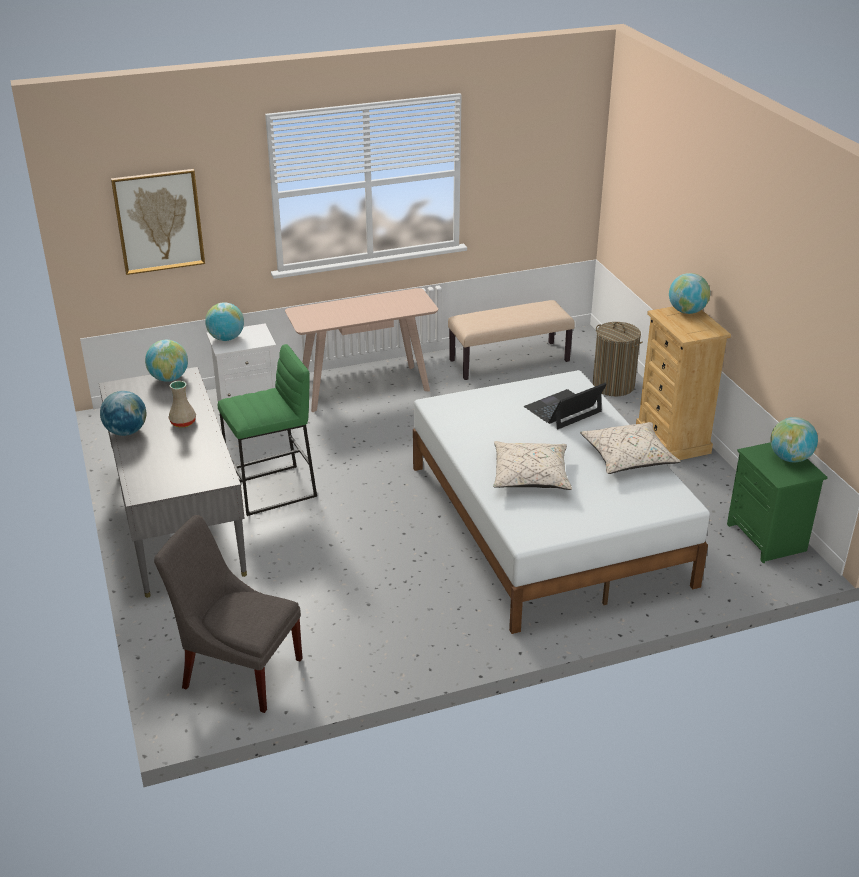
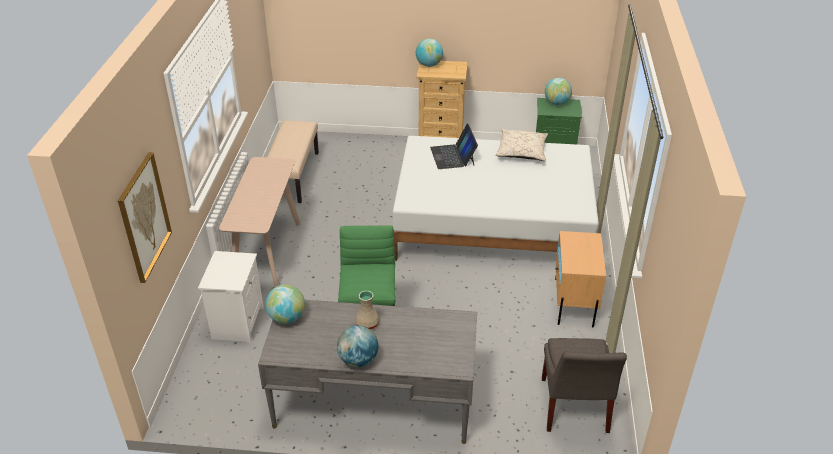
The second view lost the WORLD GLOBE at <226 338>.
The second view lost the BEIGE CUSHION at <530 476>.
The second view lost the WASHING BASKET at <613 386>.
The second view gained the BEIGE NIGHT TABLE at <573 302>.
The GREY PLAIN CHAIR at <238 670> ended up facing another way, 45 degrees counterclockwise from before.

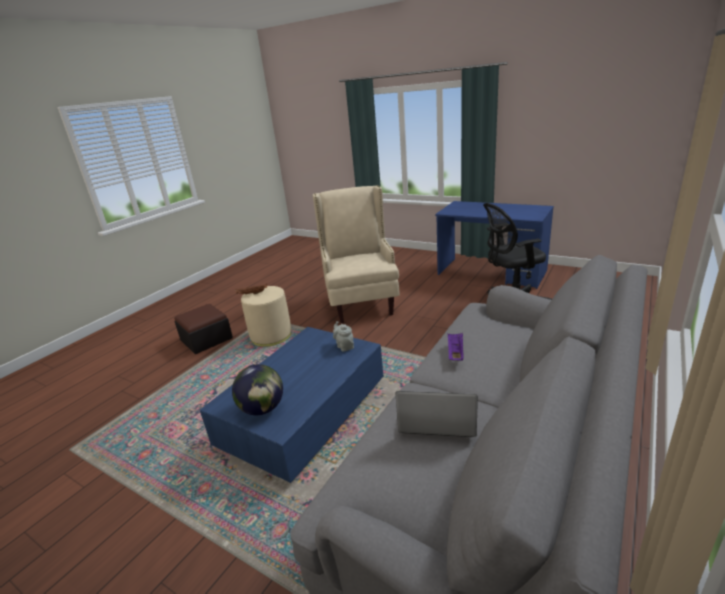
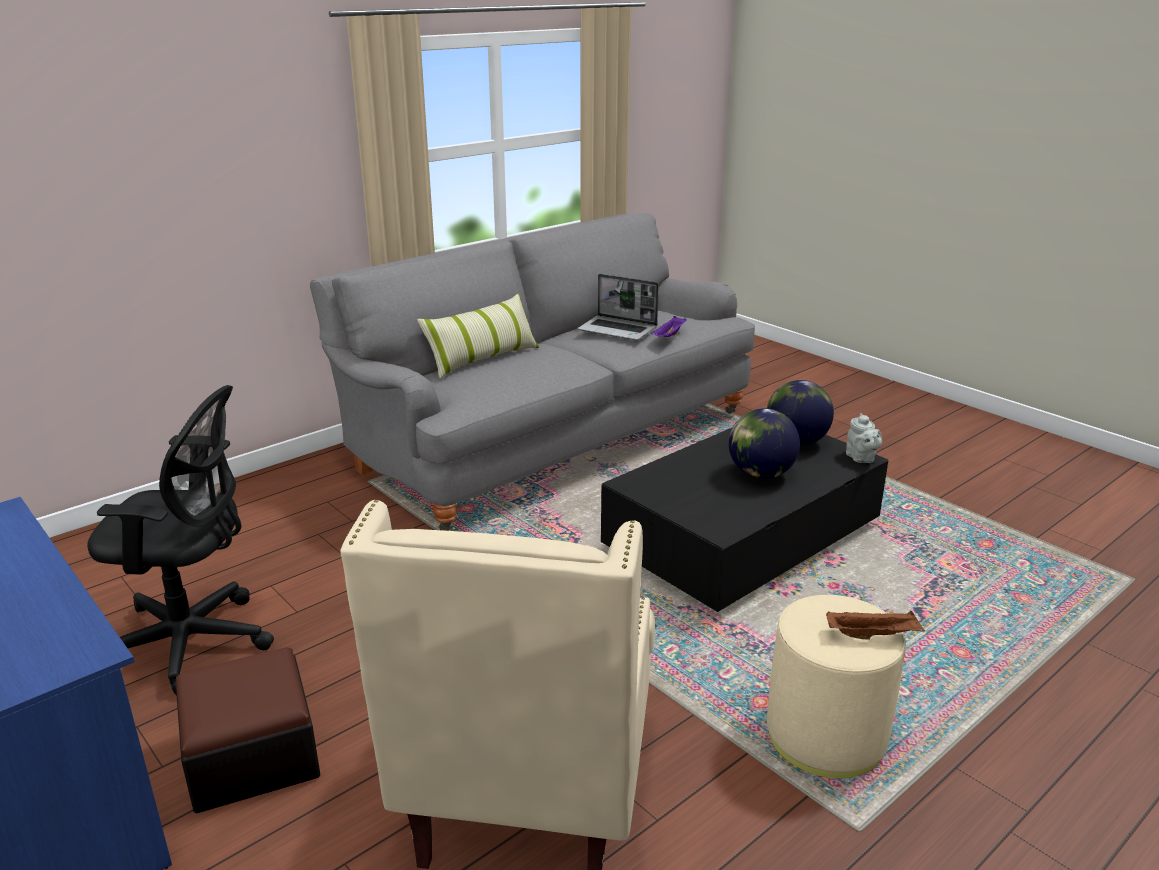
The second view gained the CUSHION at <482 359>.
The second view gained the WORLD GLOBE at <760 474>.
The FOOTREST ended up elsewhere, having gone from <206 339> to <252 755>.
The GREY TEA POT ended up elsewhere, having gone from <344 346> to <861 458>.
The PURPLE-COLOURED TRAY ended up elsewhere, having gone from <455 353> to <669 336>.
What was the BLUE-COLOURED LOW TABLE at <304 415> turned into the BLACK LOW TABLE at <743 539>.

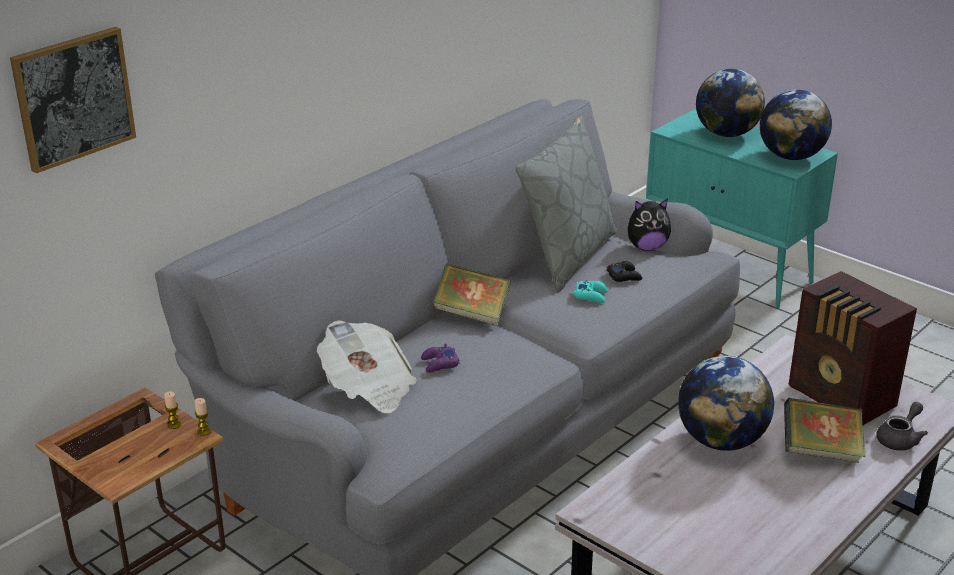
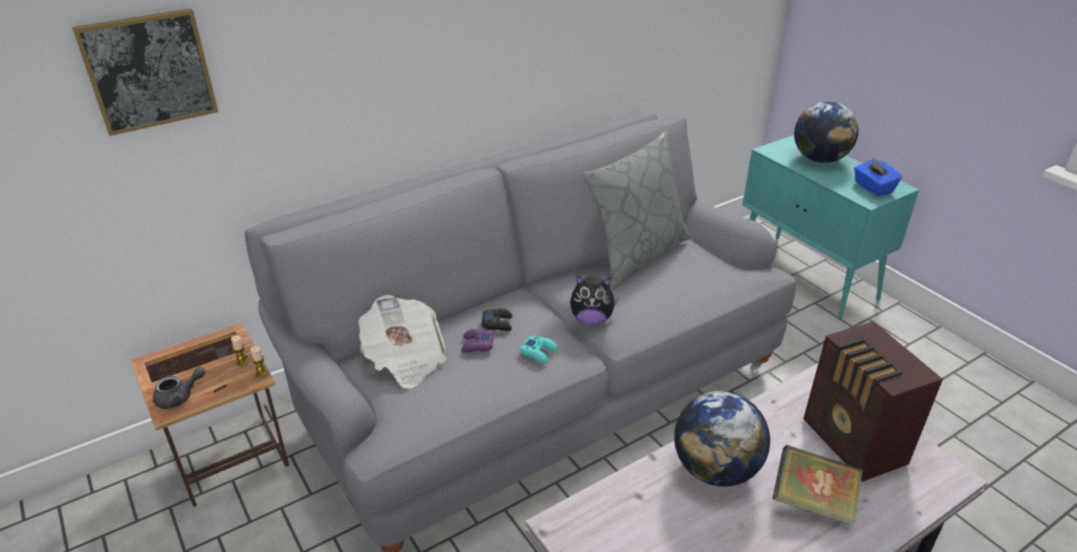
The second view lost the BOUND BOOK at <471 314>.
The TURQUOISE-COLOURED GAME CONTROLLER ended up elsewhere, having gone from <591 295> to <539 352>.
The BLACK GAME CONTROLLER ended up elsewhere, having gone from <624 276> to <497 323>.
The CUDDLY TOY ended up elsewhere, having gone from <647 247> to <591 319>.
The GREY TEA POT ended up elsewhere, having gone from <900 439> to <180 397>.
Where the WORLD GLOBE stood at <791 157>, the BLUE-COLOURED TISSUE HOLDER came to stand at <873 188>.

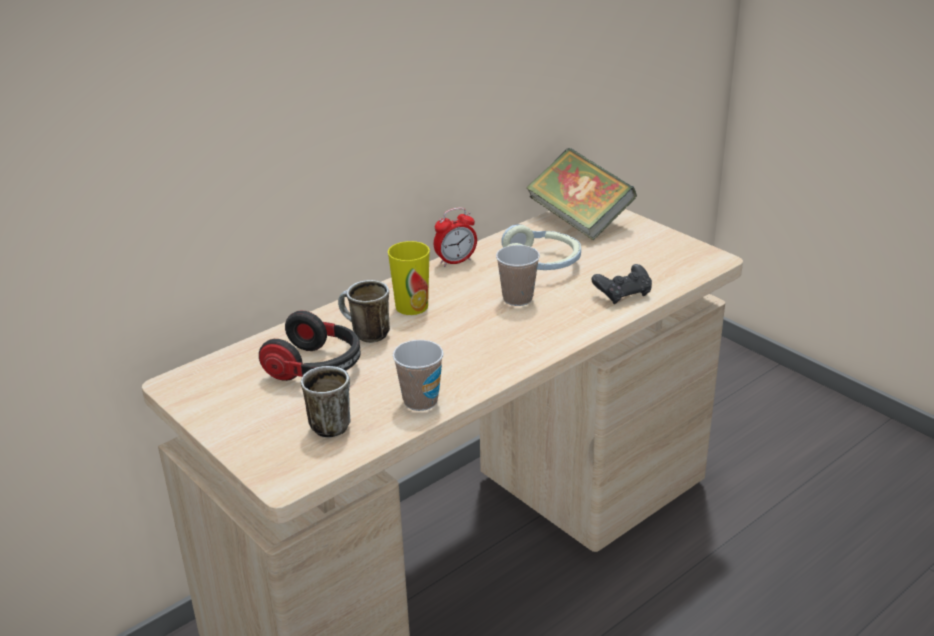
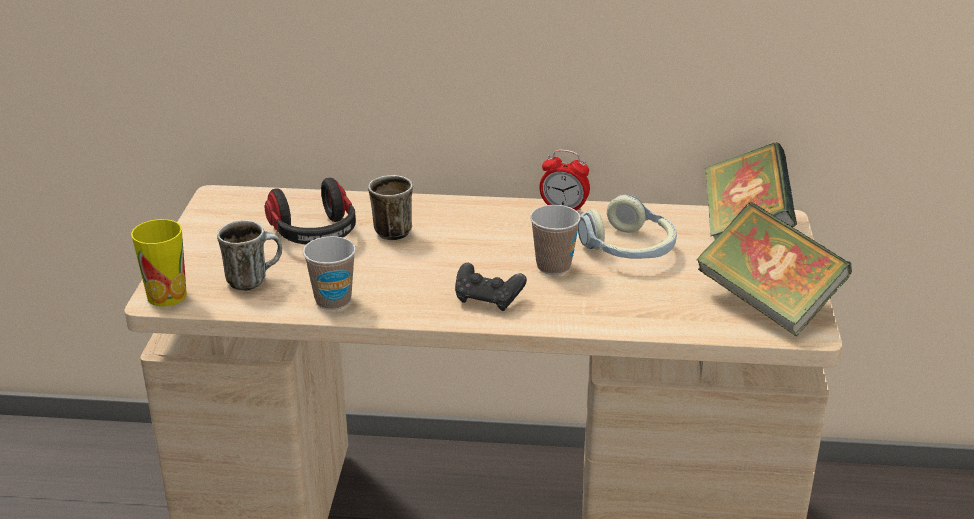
The second view gained the BOUND BOOK at <767 302>.
The SMALL CUP ended up elsewhere, having gone from <411 306> to <167 295>.
The BLACK GAME CONTROLLER ended up elsewhere, having gone from <623 294> to <488 299>.

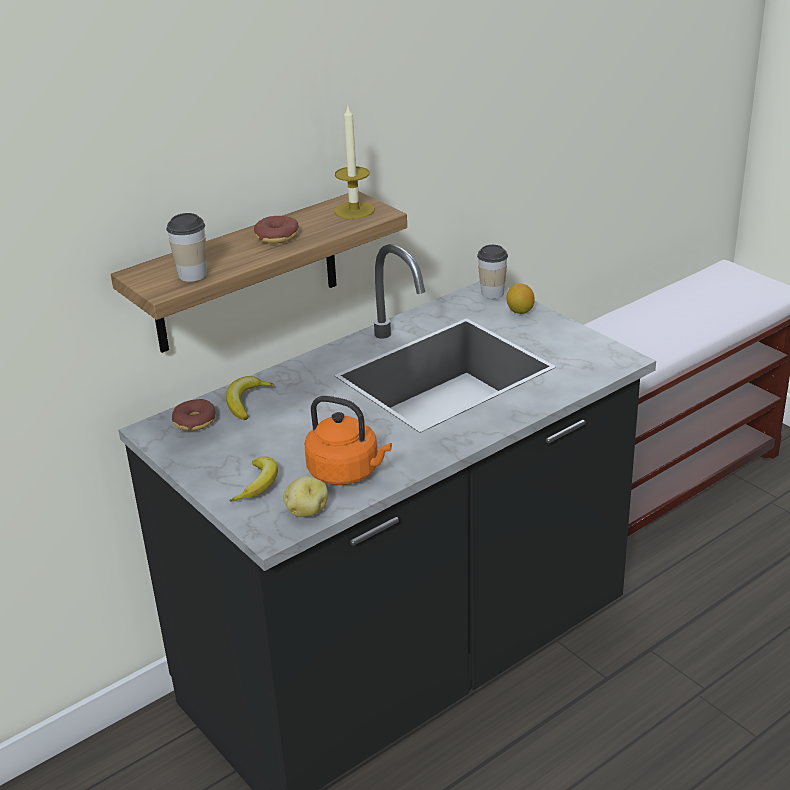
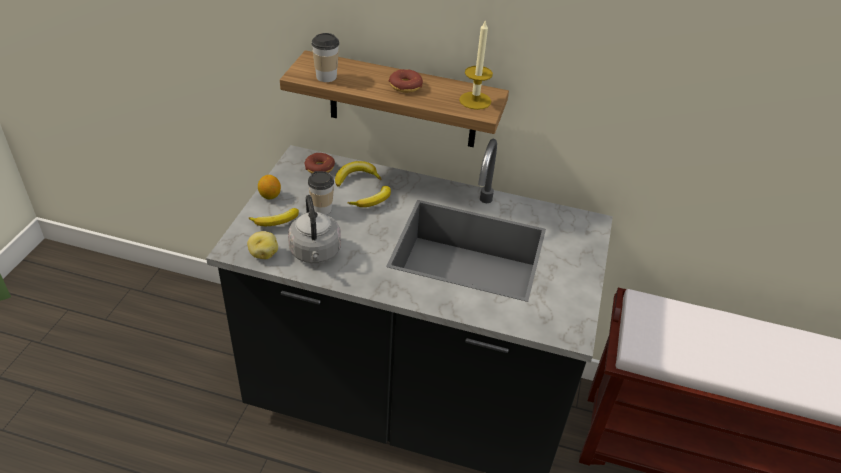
The second view gained the BANANA at <373 201>.
The SMALL CUP ended up elsewhere, having gone from <492 293> to <322 209>.
The LEMON ended up elsewhere, having gone from <520 311> to <270 196>.
What was the ORANGE-COLOURED KETTLE at <347 472> turned into the GREY KETTLE at <315 253>.

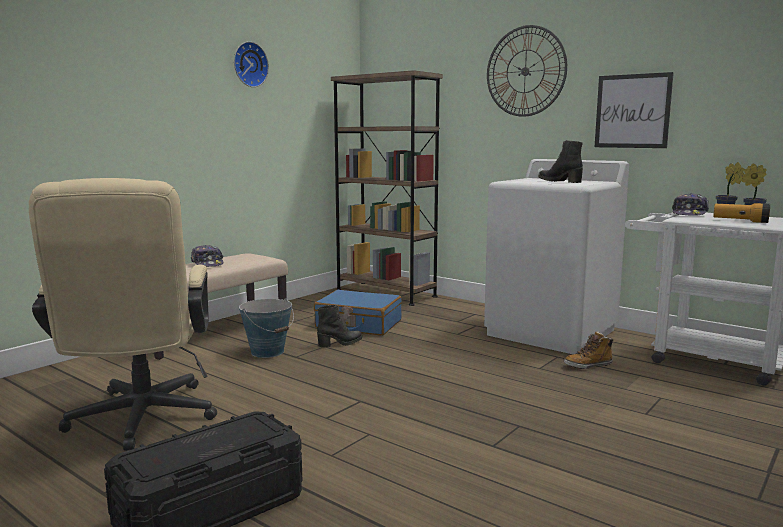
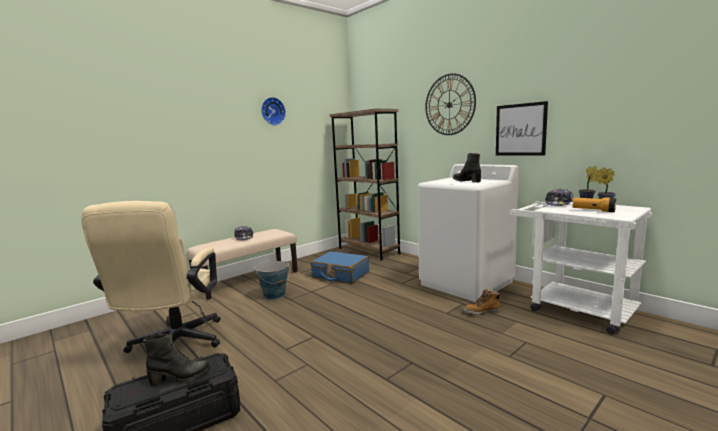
The BLACK BOOT ended up elsewhere, having gone from <340 343> to <180 378>.

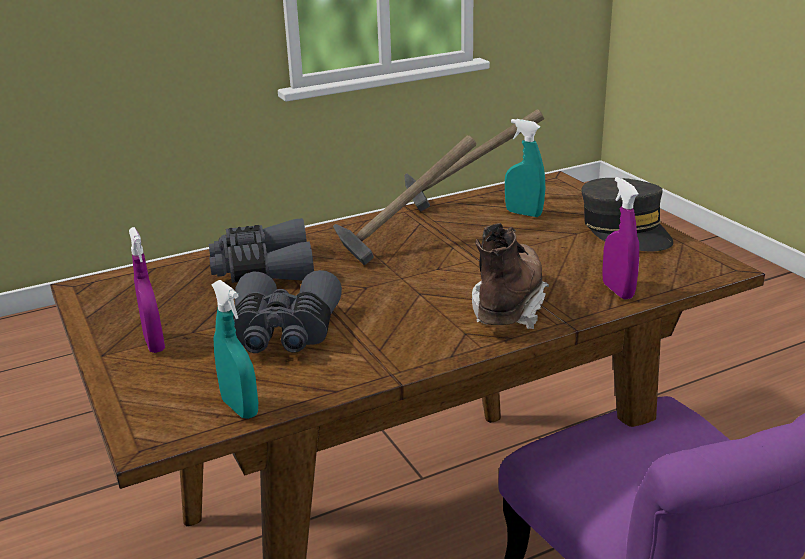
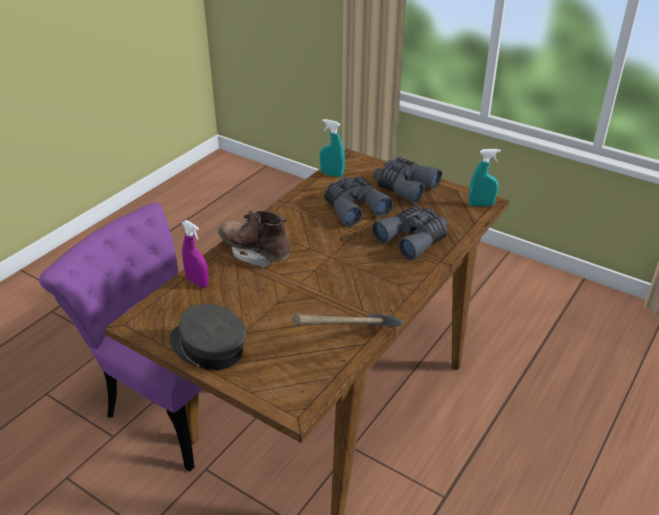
The second view lost the HAMMER at <403 244>.
The TURQUOISE-COLOURED SPRAY BOTTLE ended up elsewhere, having gone from <523 213> to <481 205>.
Where the PURPLE-COLOURED SPRAY BOTTLE stood at <154 344>, the GREY FIELD GLASSES came to stand at <404 187>.
The BROWNISH BOOT at <509 307> ended up facing another way, 135 degrees clockwise from before.

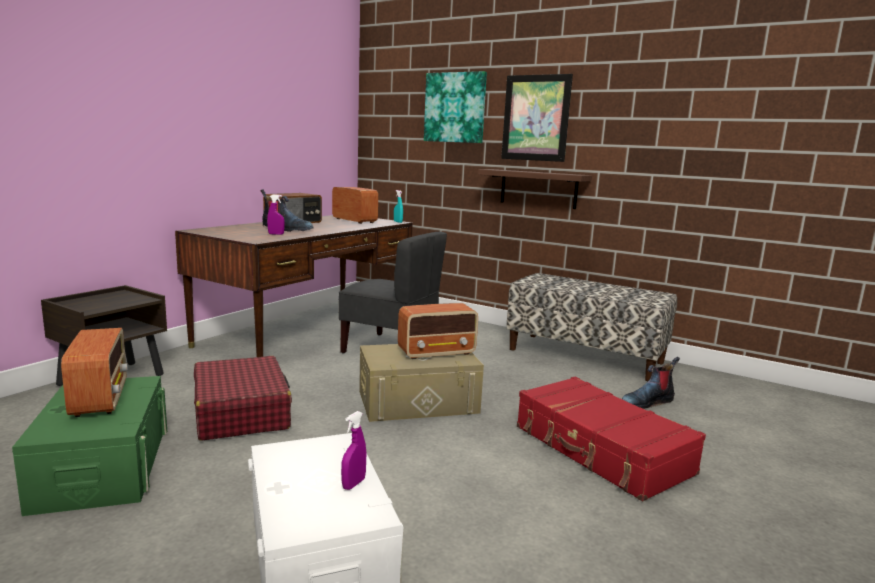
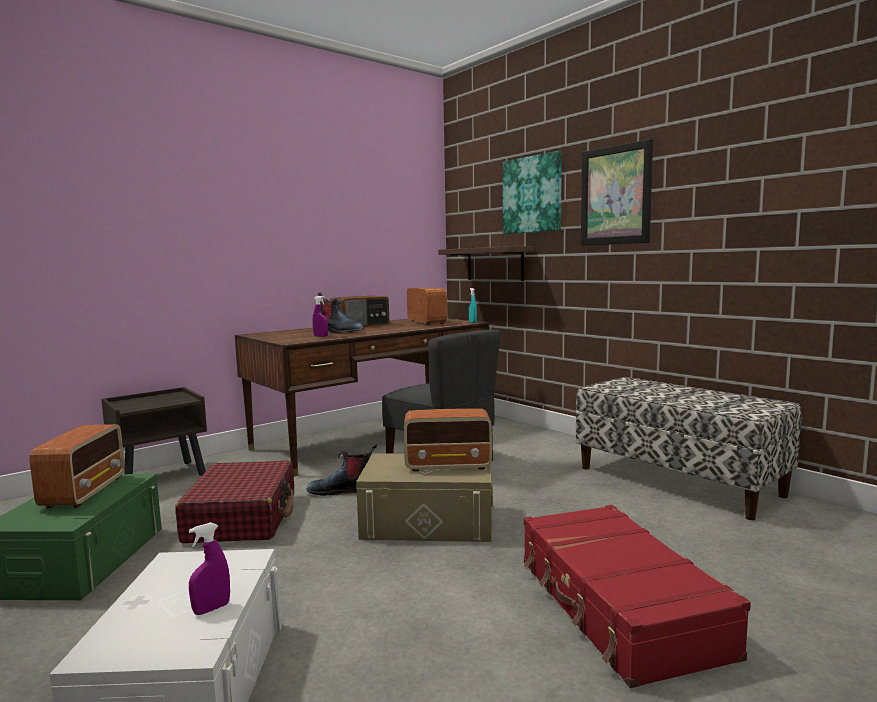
The WALL SHELF ended up elsewhere, having gone from <538 189> to <495 264>.
The BOOT ended up elsewhere, having gone from <647 402> to <343 490>.

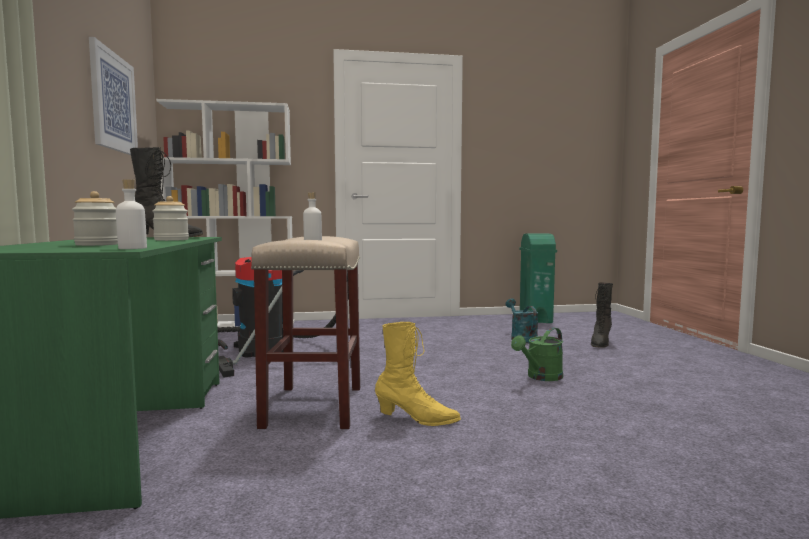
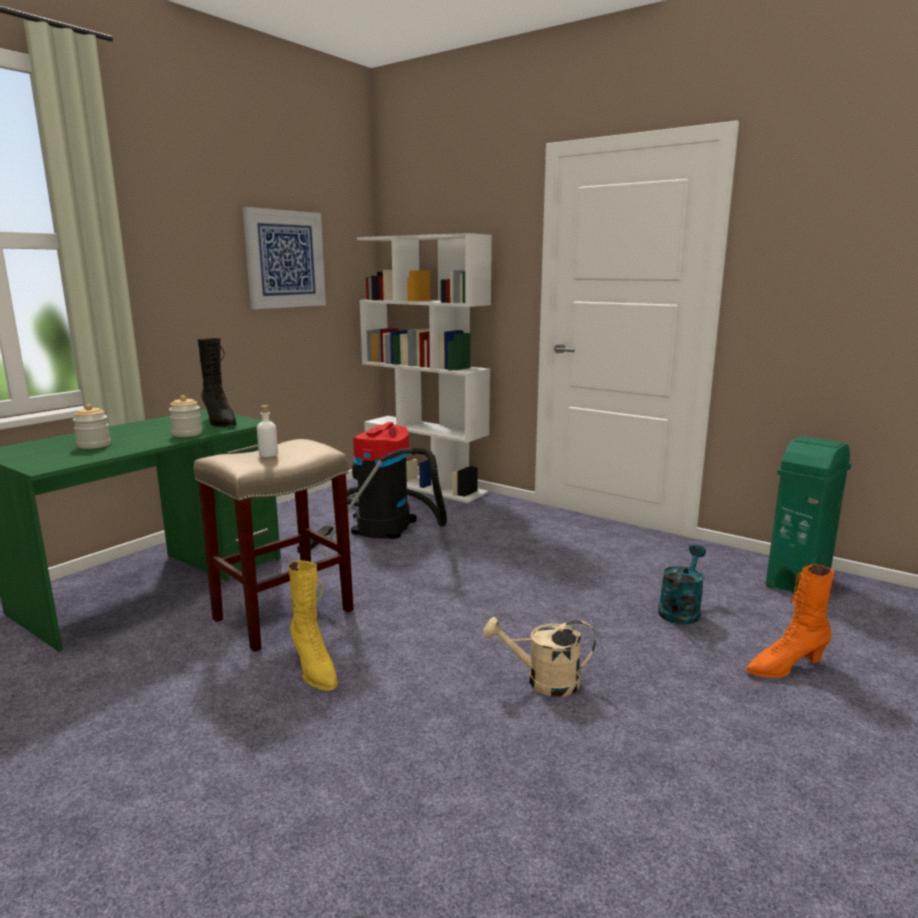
The second view lost the WHITE-COLOURED BOTTLE at <132 248>.
What was the GREEN WATERING CAN at <541 377> turned into the BEIGE WATERING CAN at <543 682>.
What was the BLACK BOOT at <600 343> turned into the ORANGE-COLOURED BOOT at <784 667>.

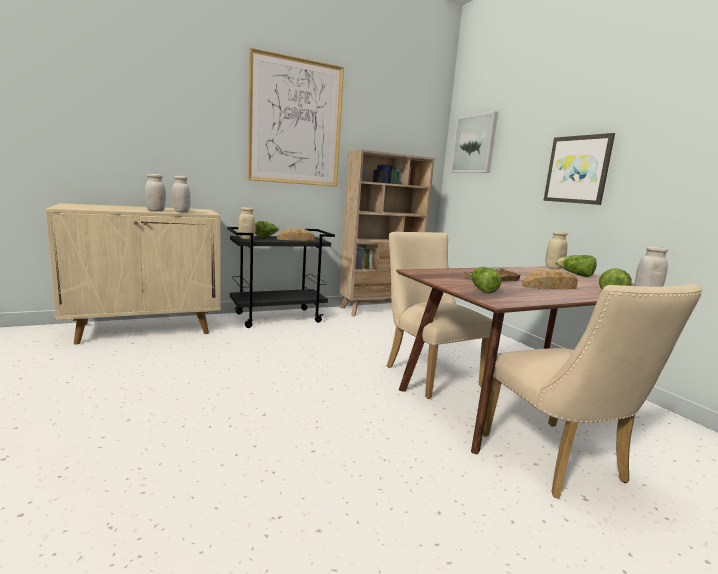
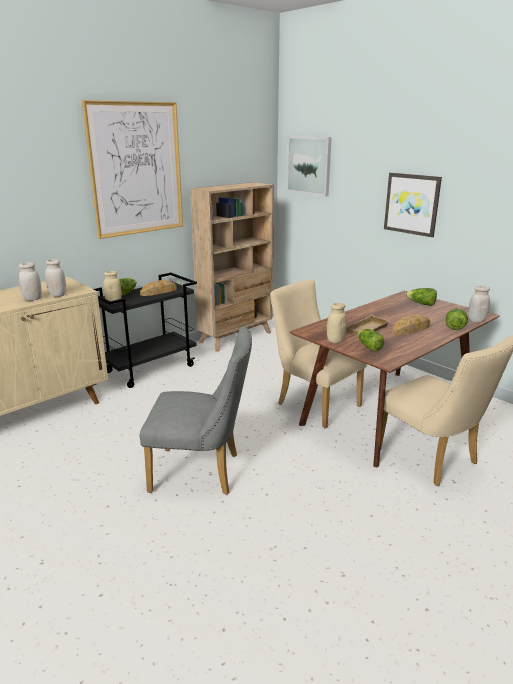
The second view gained the GREY PLAIN CHAIR at <202 472>.
The BEIGE STORAGE JAR ended up elsewhere, having gone from <553 268> to <335 341>.

